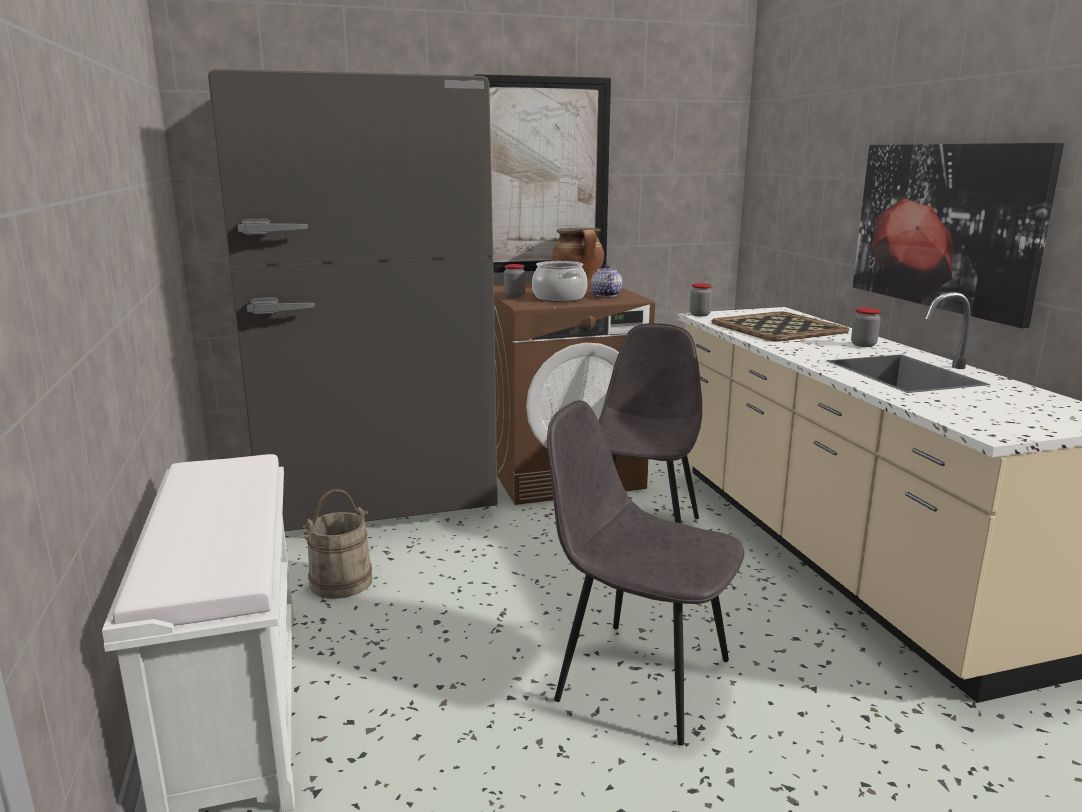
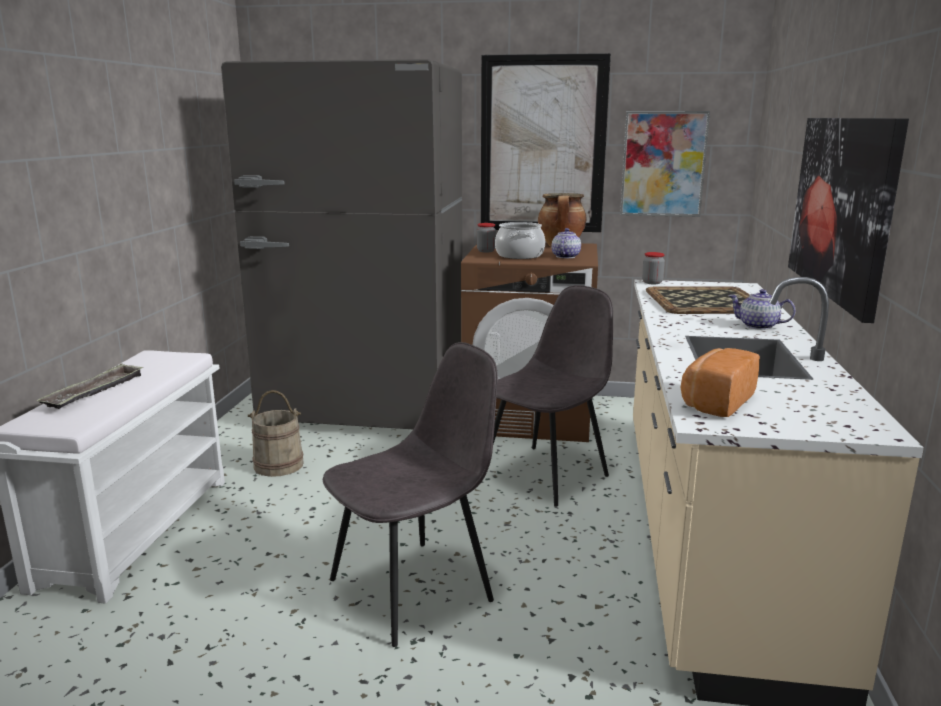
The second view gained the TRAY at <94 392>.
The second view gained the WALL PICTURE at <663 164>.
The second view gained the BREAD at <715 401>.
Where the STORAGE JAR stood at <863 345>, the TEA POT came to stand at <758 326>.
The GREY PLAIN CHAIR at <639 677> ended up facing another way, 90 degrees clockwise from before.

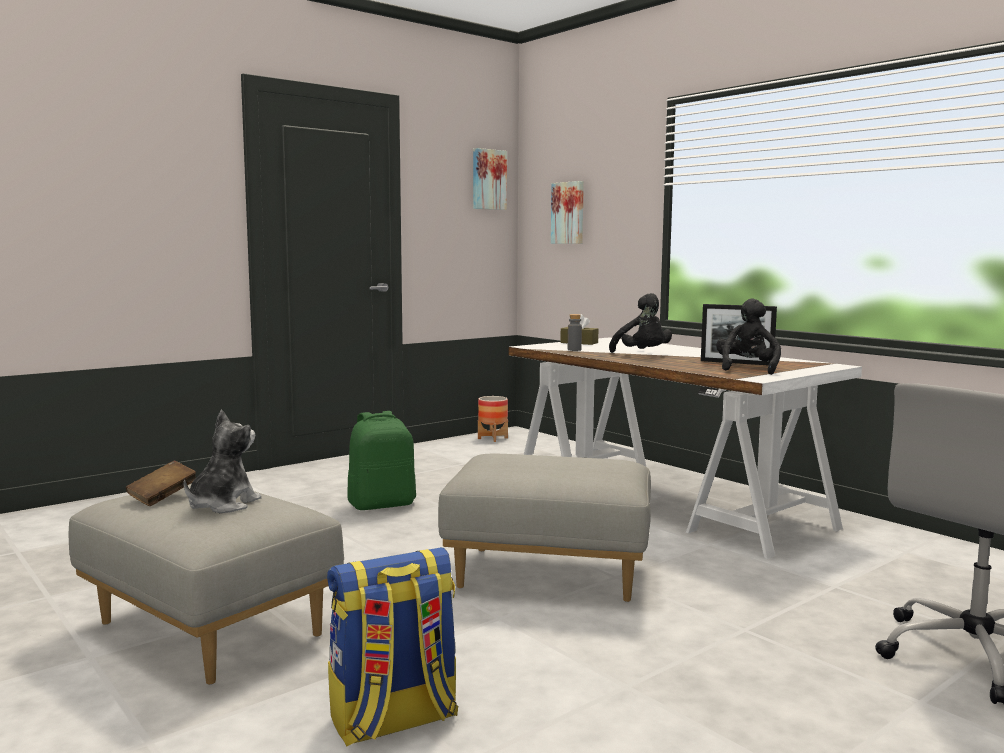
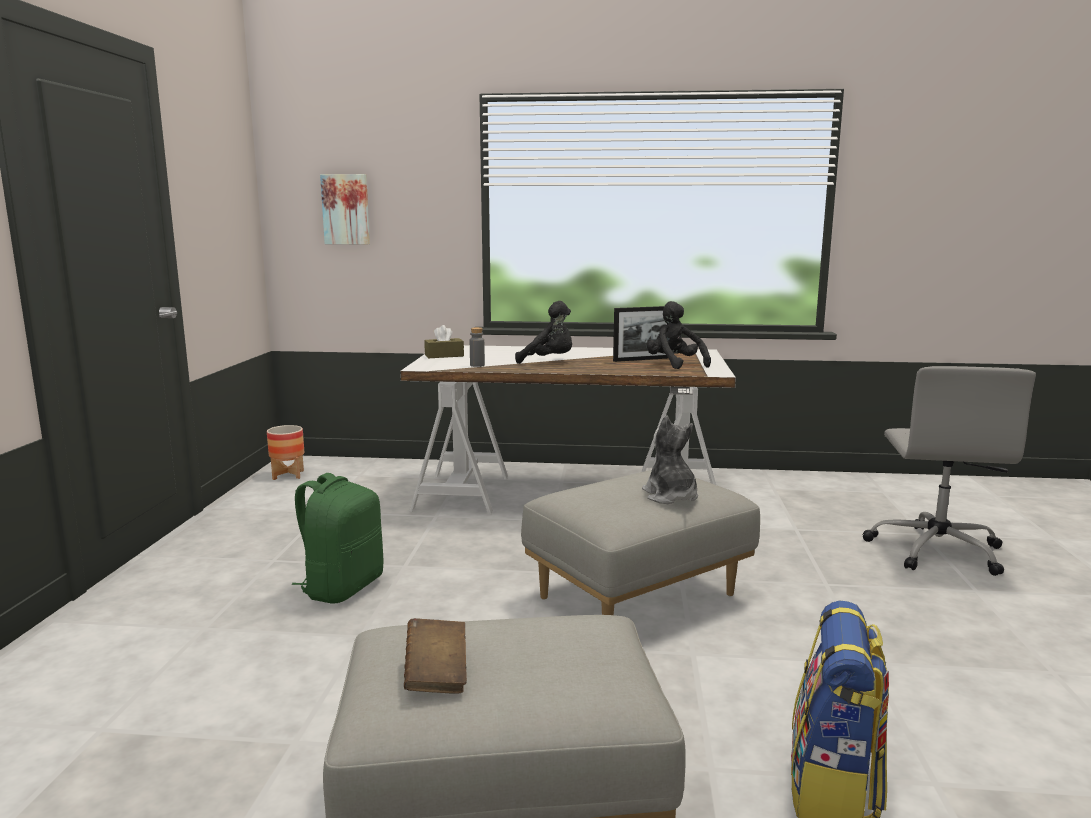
The second view lost the WALL PICTURE at <488 179>.
The CUDDLY TOY ended up elsewhere, having gone from <222 505> to <670 496>.

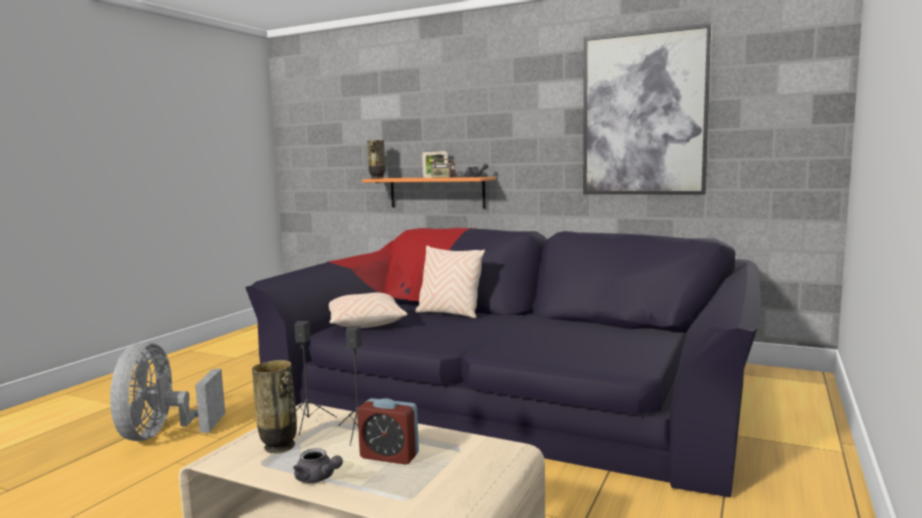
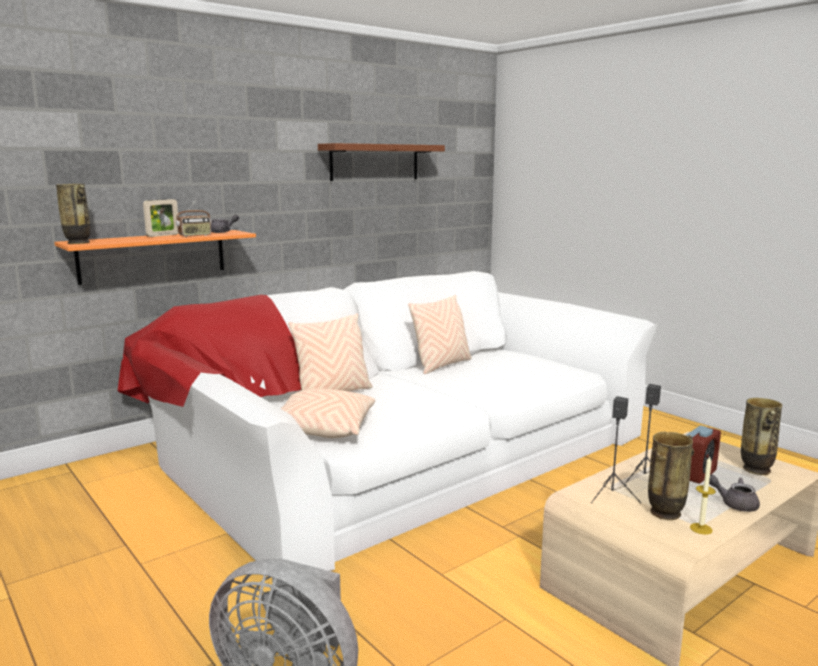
The second view gained the BEIGE CUSHION at <441 365>.
The second view gained the WAX LIGHT at <701 528>.
The second view gained the VASE at <756 470>.
Where the WALL PICTURE hung at <644 114>, the BROWNISH WALL SHELF came to hang at <375 162>.
What was the BLACK COUCH at <515 386> turned into the WHITE-COLOURED COUCH at <396 445>.
The GREY TEA POT at <318 478> ended up facing another way, 120 degrees counterclockwise from before.

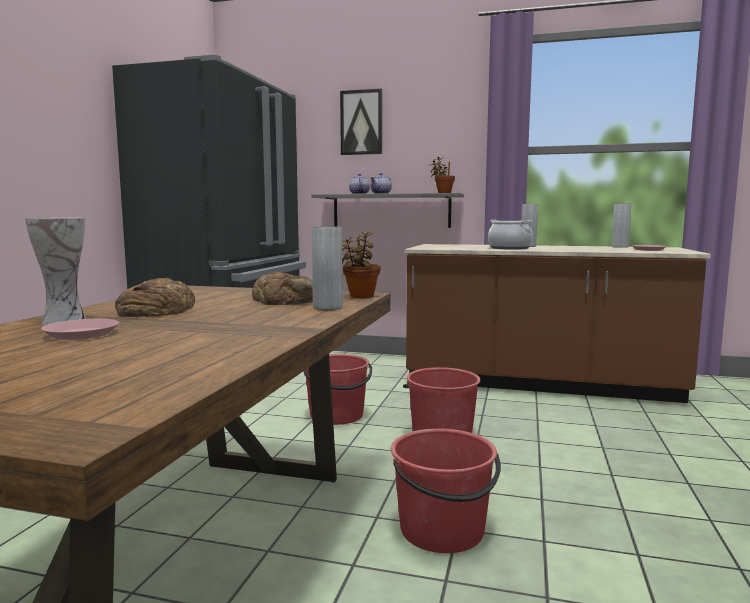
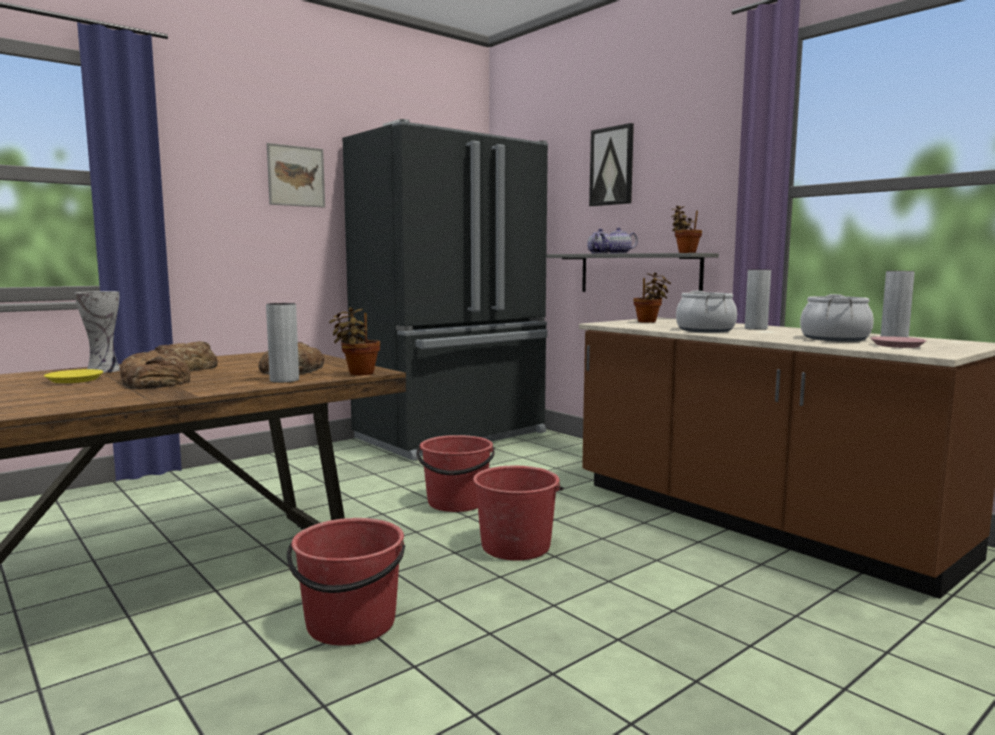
The second view gained the BREAD at <153 382>.
The second view gained the WALL PICTURE at <296 176>.
The second view gained the PLANT IN A POT at <649 321>.
The second view gained the SAUCEPOT at <834 338>.
What was the PINKISH DINNER PLATE at <82 334> turned into the YELLOW DINNER PLATE at <75 380>.

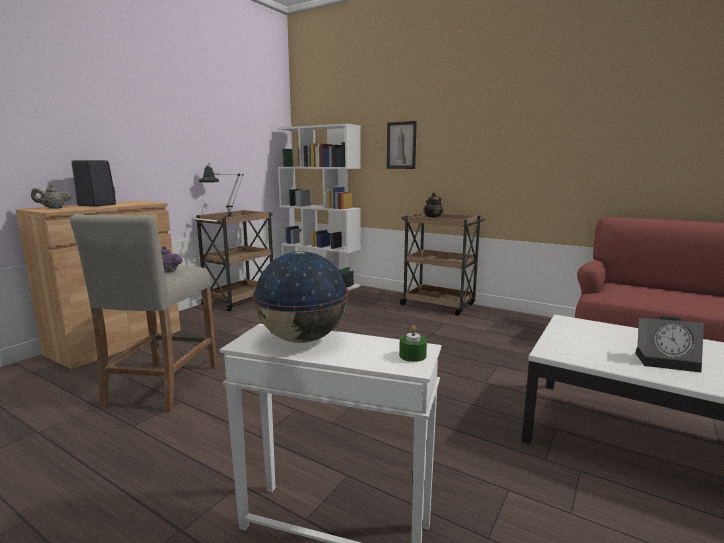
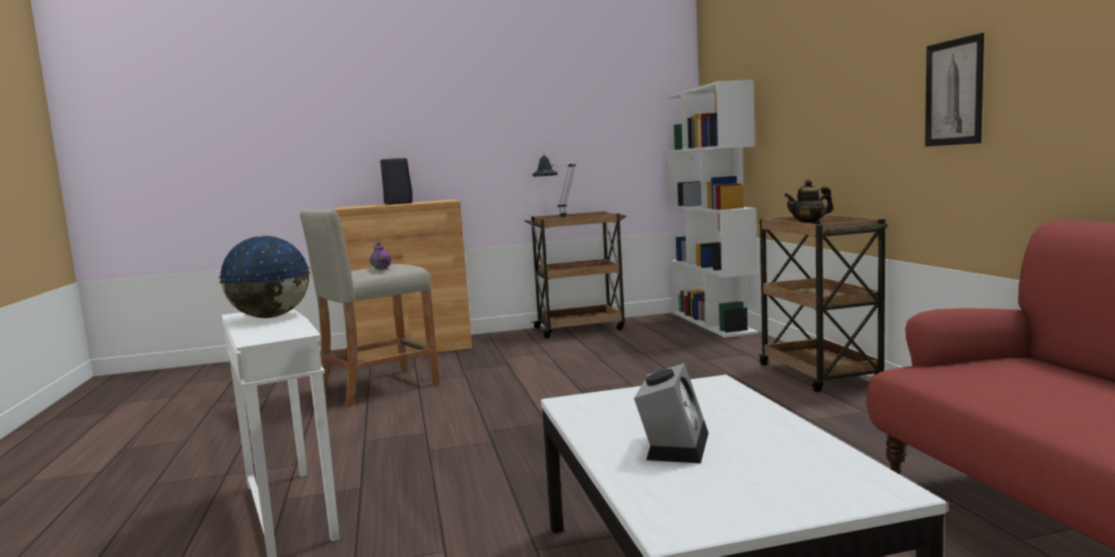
The second view lost the BEIGE TEA POT at <53 208>.
The second view lost the GREEN WAX LIGHT at <412 356>.
The WALL PICTURE ended up elsewhere, having gone from <401 145> to <954 92>.
The ALARM CLOCK at <667 361> ended up facing another way, 135 degrees counterclockwise from before.

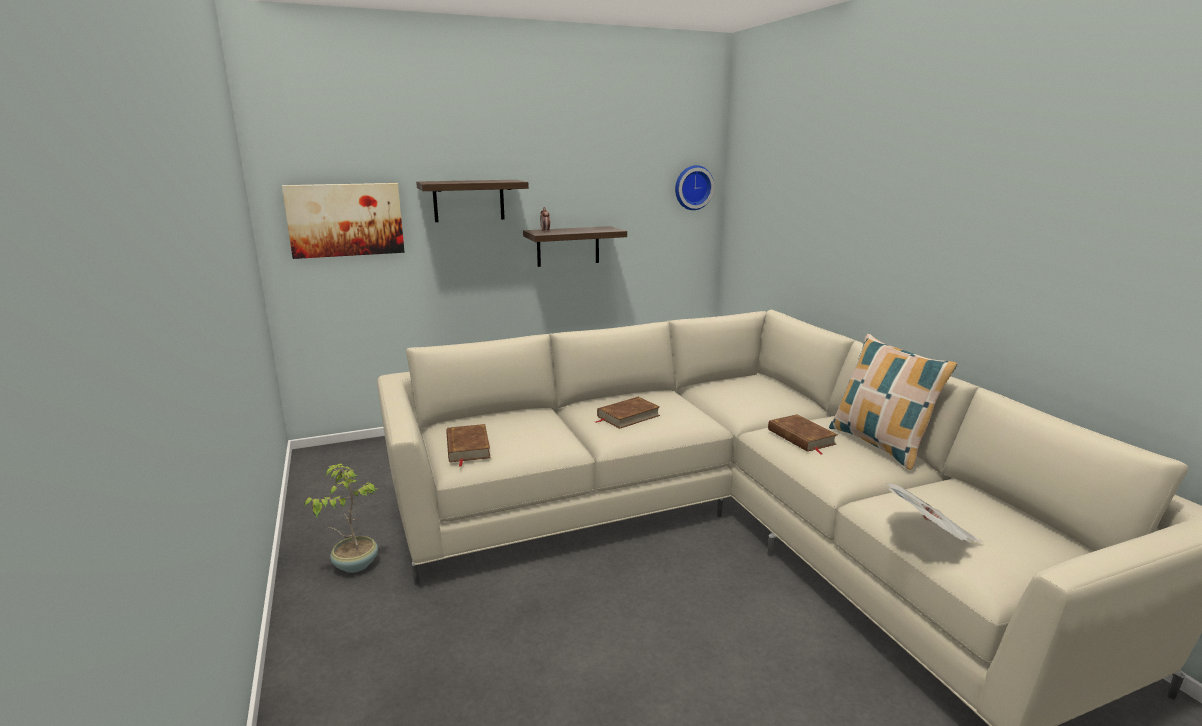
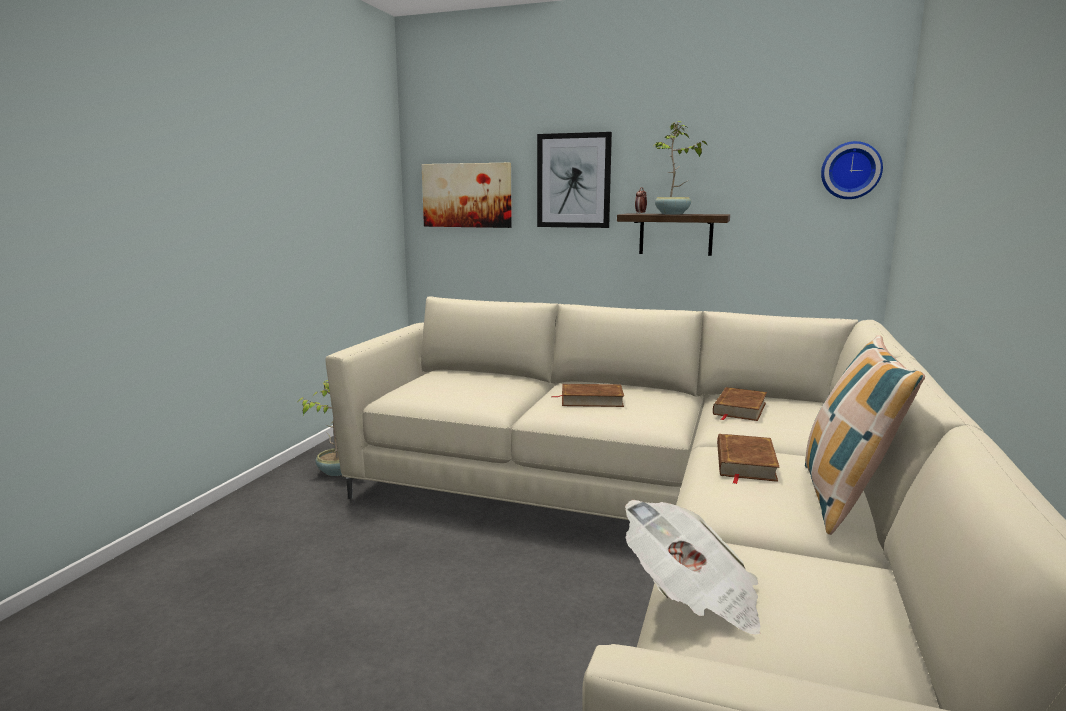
The second view gained the PLANT IN A POT at <672 214>.
The BROWNISH BOUND BOOK ended up elsewhere, having gone from <467 447> to <739 408>.
Where the WALL SHELF hung at <469 200>, the WALL PICTURE came to hang at <573 181>.

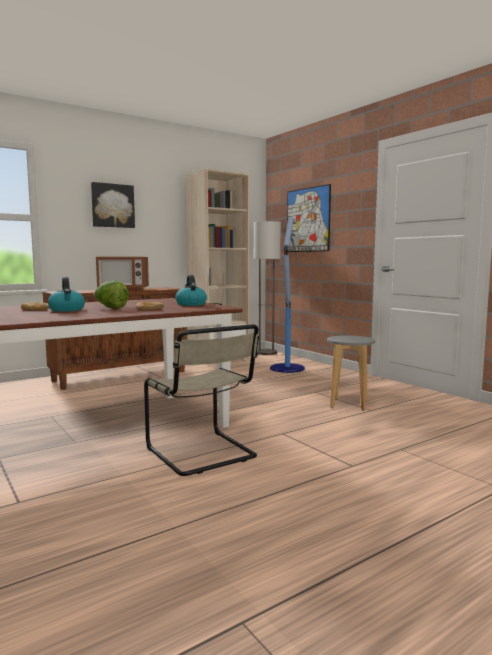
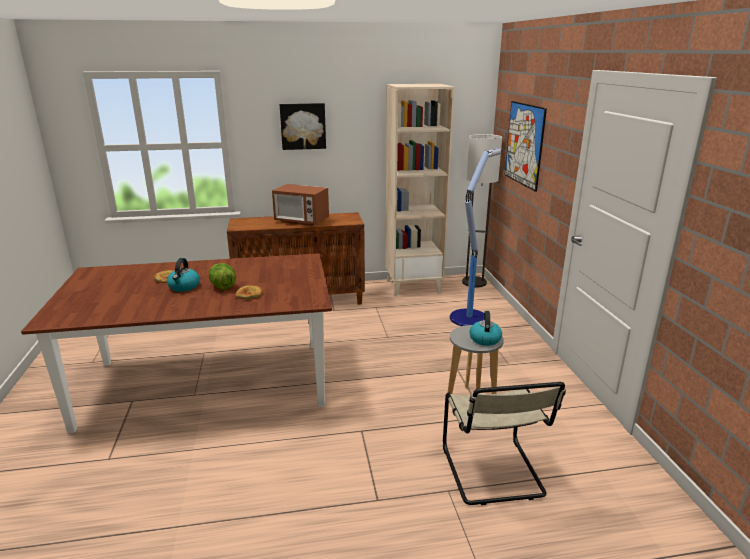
The BEIGE PLAIN CHAIR ended up elsewhere, having gone from <203 454> to <493 473>.
The KETTLE ended up elsewhere, having gone from <190 304> to <484 339>.

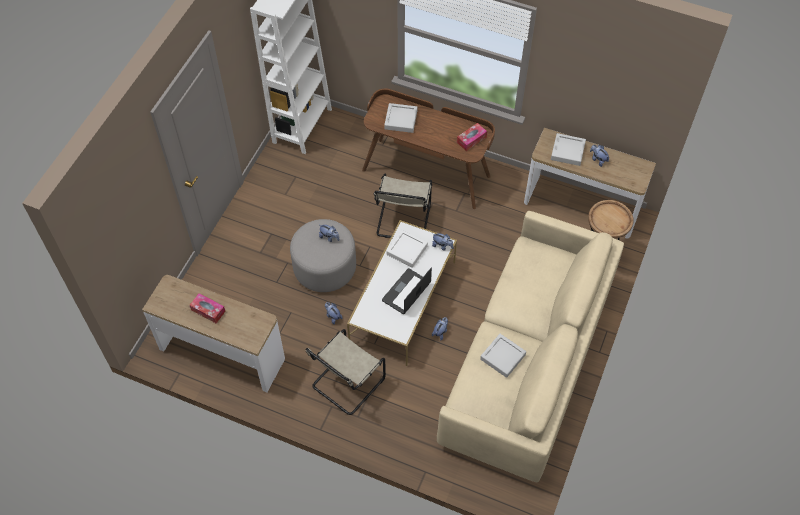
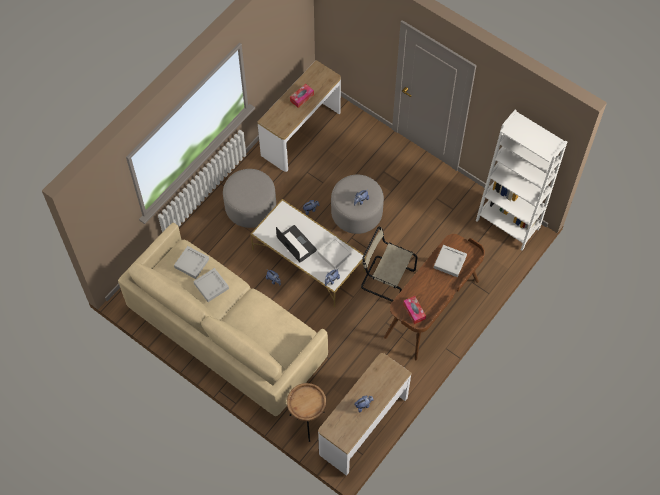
The GREY TRAY ended up elsewhere, having gone from <567 151> to <191 263>.
Where the BEIGE PLAIN CHAIR stood at <346 384>, the GREY FOOTREST came to stand at <250 207>.

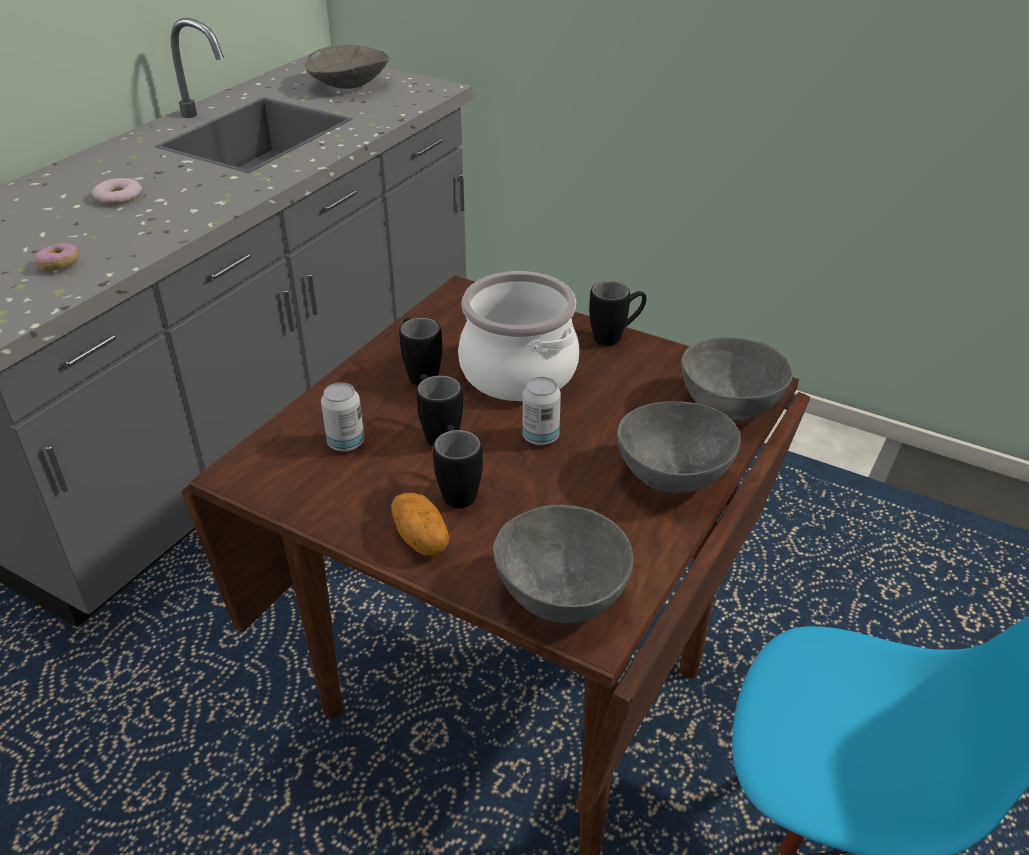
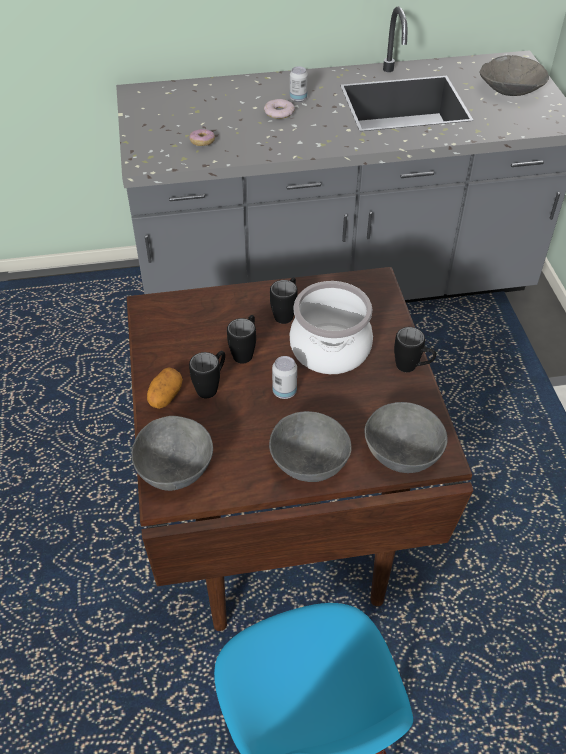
The METAL CAN ended up elsewhere, having gone from <346 443> to <298 98>.

